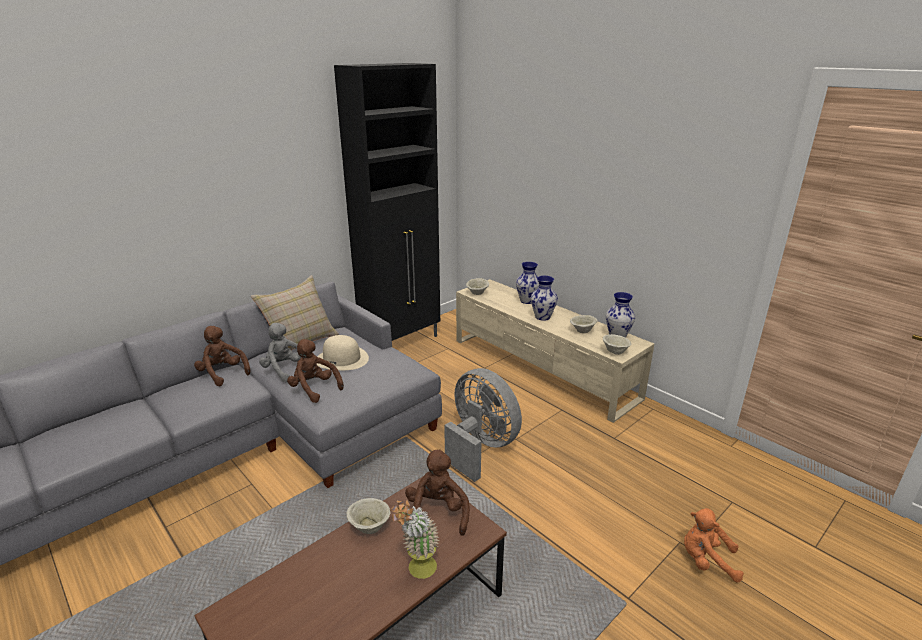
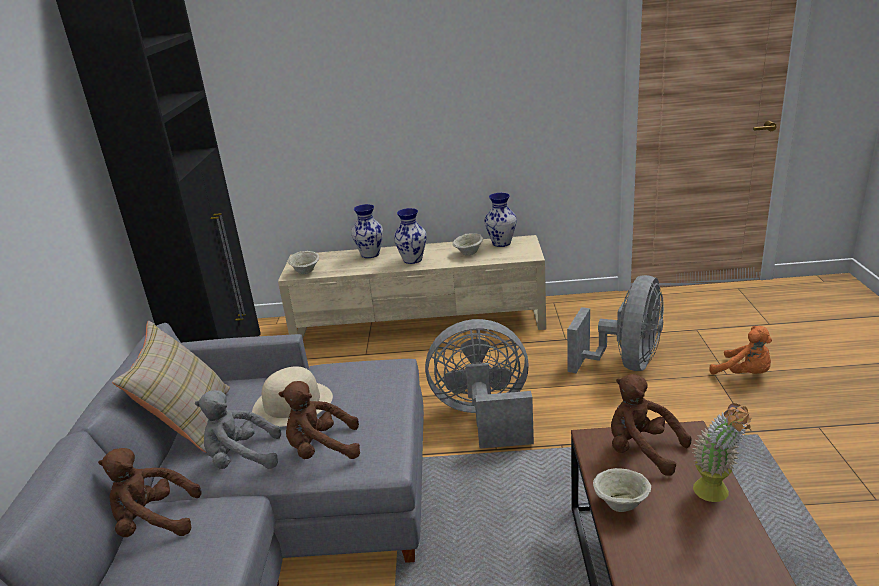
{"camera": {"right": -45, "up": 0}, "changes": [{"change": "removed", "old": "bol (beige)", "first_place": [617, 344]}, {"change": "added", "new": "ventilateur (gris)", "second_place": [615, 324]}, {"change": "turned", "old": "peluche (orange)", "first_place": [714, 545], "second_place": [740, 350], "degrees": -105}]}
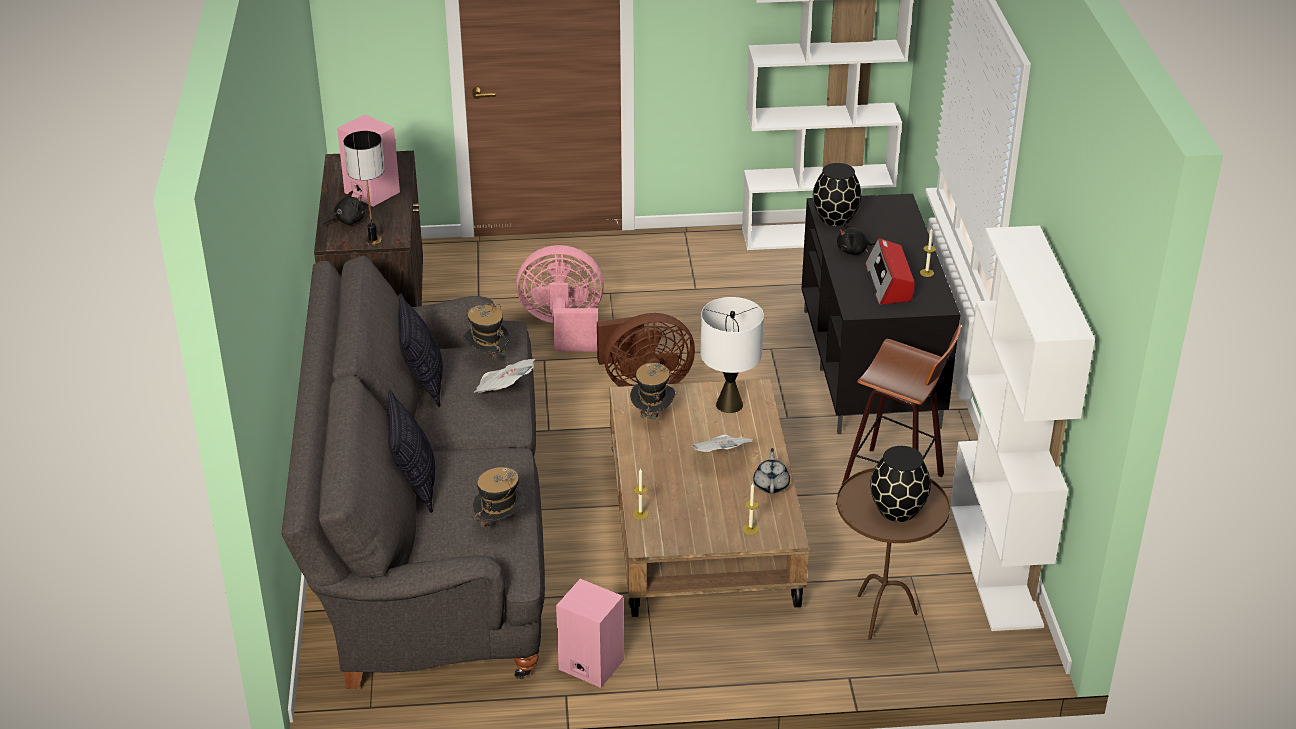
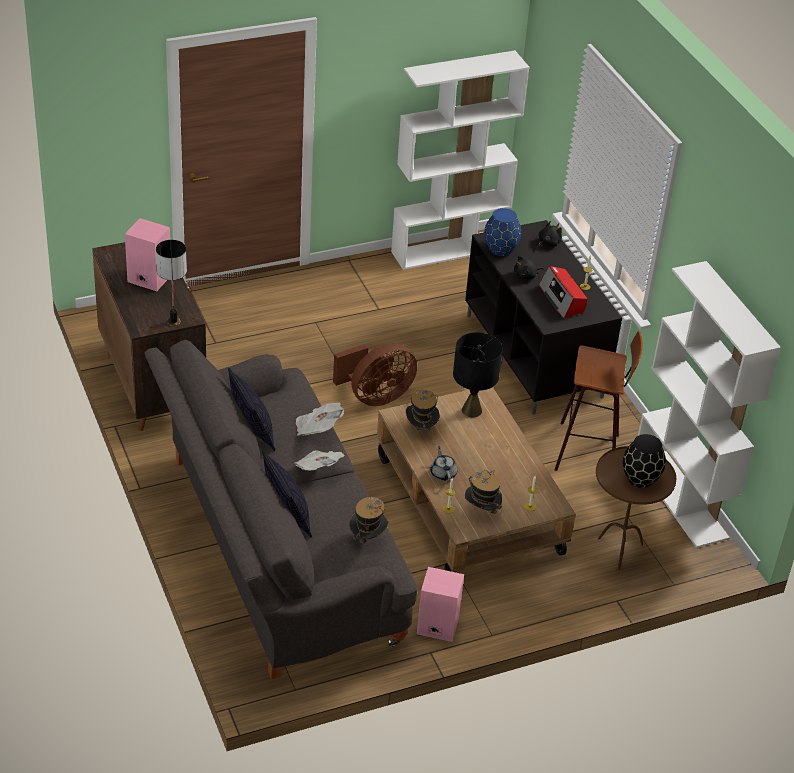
{"camera": {"right": -20, "up": 5}, "changes": [{"change": "removed", "old": "ventilateur (rose)", "first_place": [560, 298]}, {"change": "moved", "old": "peluche (noir)", "first_place": [344, 208], "second_place": [549, 235]}, {"change": "moved", "old": "chapeau", "first_place": [486, 333], "second_place": [483, 492]}, {"change": "moved", "old": "journal", "first_place": [722, 443], "second_place": [319, 460]}, {"change": "moved", "old": "théière (gris)", "first_place": [771, 471], "second_place": [444, 463]}, {"change": "recoloured", "old": "lampe de table (blanc)", "new": "lampe de table (noir)", "first_place": [732, 355], "second_place": [478, 374]}, {"change": "recoloured", "old": "vase (noir)", "new": "vase (bleu)", "first_place": [837, 194], "second_place": [502, 232]}]}
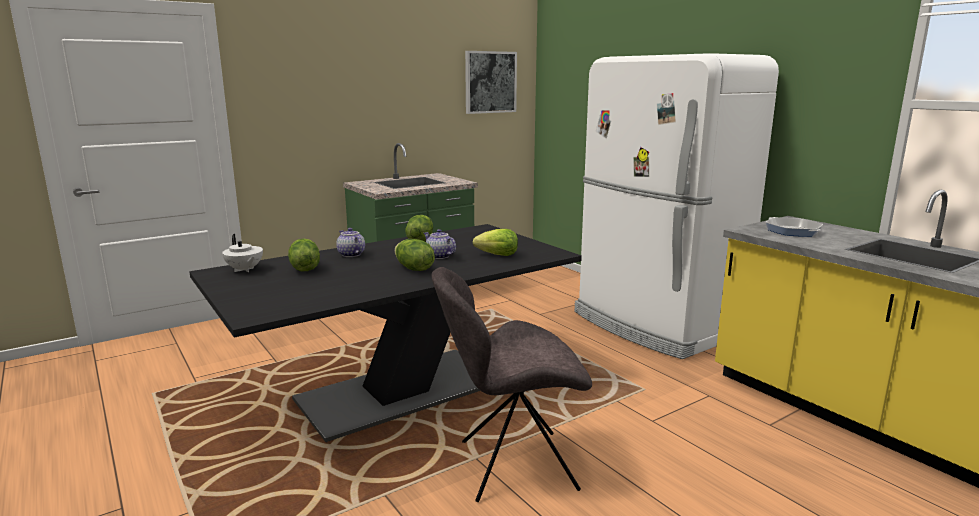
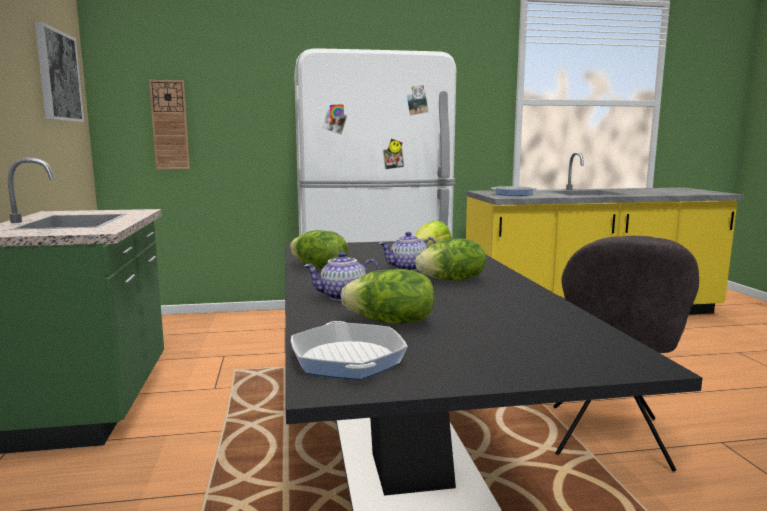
{"camera": {"right": -65, "up": -5}, "changes": [{"change": "added", "new": "horloge murale", "second_place": [169, 124]}, {"change": "replaced", "old": "théière (blanc)", "new": "poêle", "first_place": [242, 253], "second_place": [349, 350]}]}
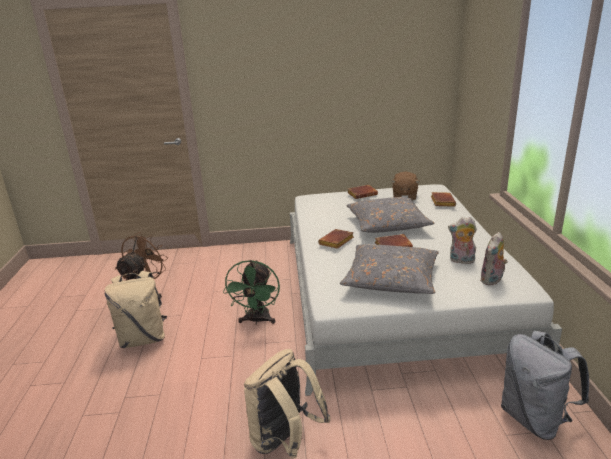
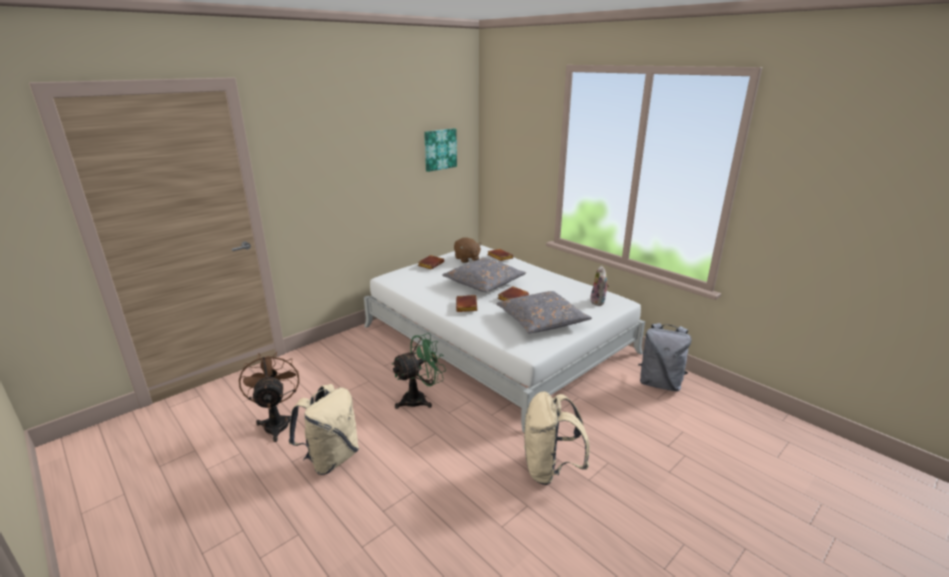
{"camera": {"right": -40, "up": 0}, "changes": [{"change": "removed", "old": "peluche", "first_place": [462, 240]}, {"change": "added", "new": "tableau", "second_place": [440, 150]}, {"change": "turned", "old": "ventilateur (vert)", "first_place": [251, 292], "second_place": [419, 371], "degrees": -90}]}
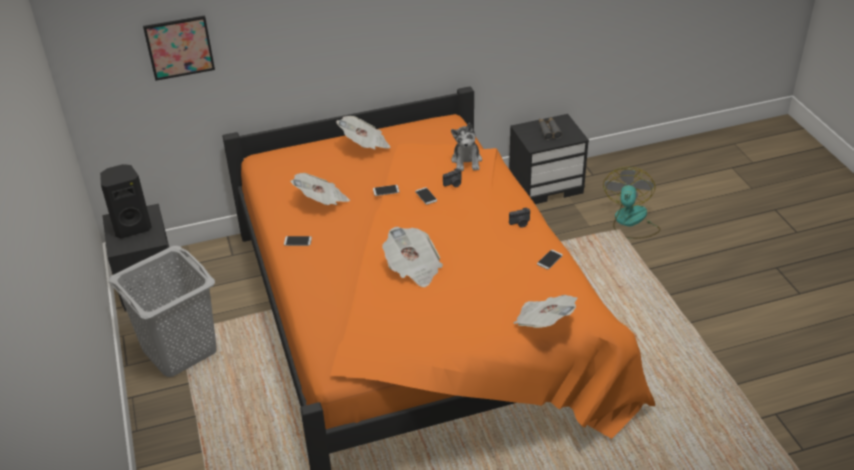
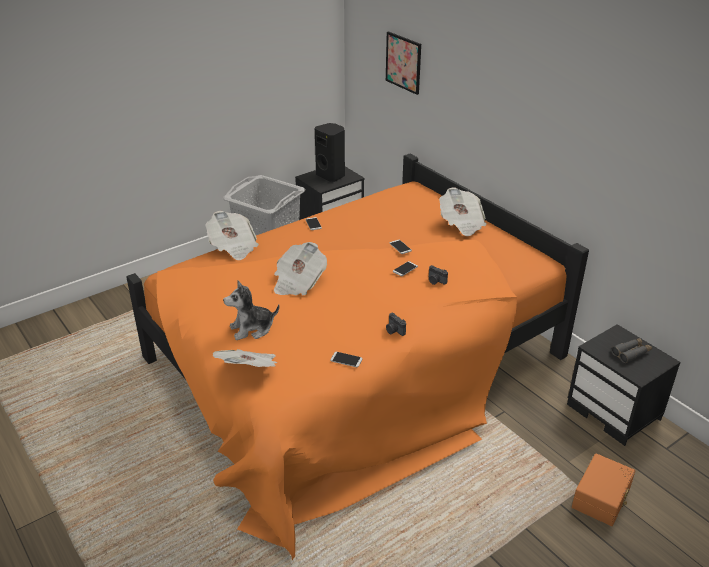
{"camera": {"right": 70, "up": -5}, "changes": [{"change": "moved", "old": "journal", "first_place": [320, 189], "second_place": [232, 235]}, {"change": "moved", "old": "peluche", "first_place": [466, 147], "second_place": [251, 310]}, {"change": "replaced", "old": "ventilateur", "new": "boîte de rangement (orange)", "first_place": [632, 203], "second_place": [603, 489]}]}
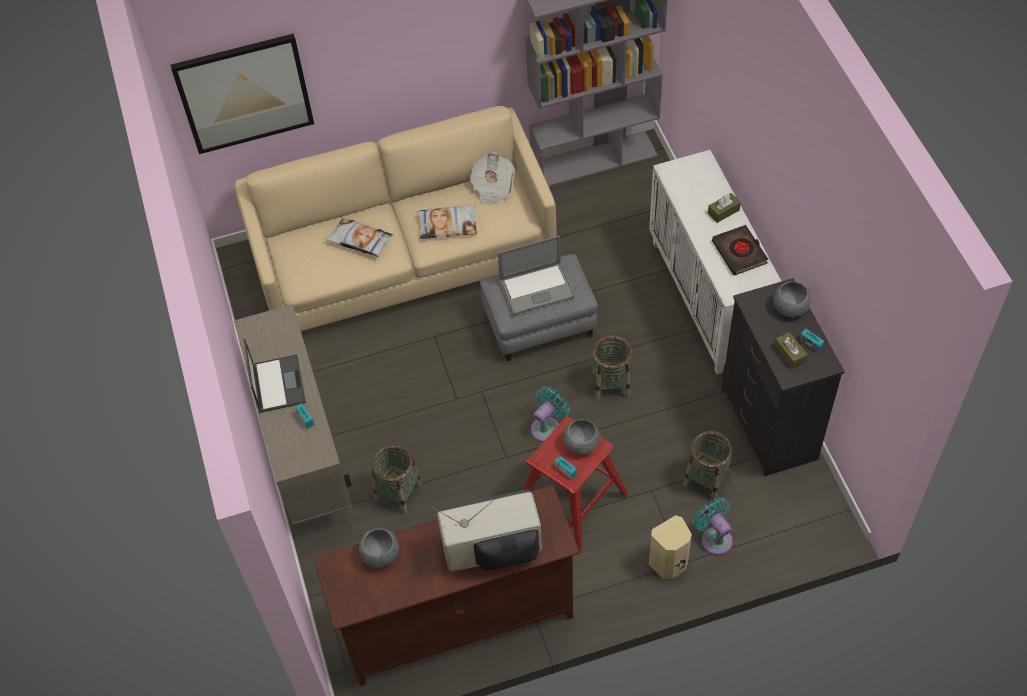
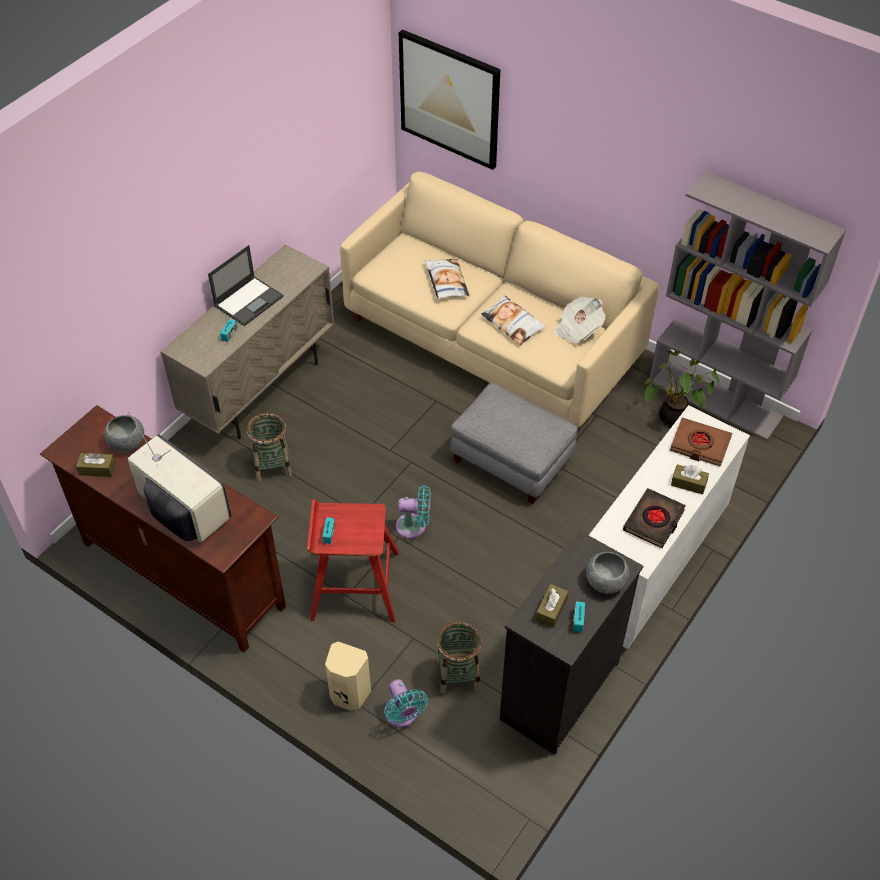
{"camera": {"right": 50, "up": -5}, "changes": [{"change": "removed", "old": "ordinateur portable", "first_place": [536, 275]}, {"change": "removed", "old": "bol (gris)", "first_place": [581, 437]}, {"change": "removed", "old": "panier", "first_place": [612, 367]}, {"change": "added", "new": "boîte à mouchoirs (marron)", "second_place": [96, 465]}, {"change": "added", "new": "plante en pot", "second_place": [682, 389]}, {"change": "added", "new": "livre (marron)", "second_place": [701, 442]}, {"change": "turned", "old": "ventilateur (turquoise)", "first_place": [713, 526], "second_place": [406, 703], "degrees": 135}]}
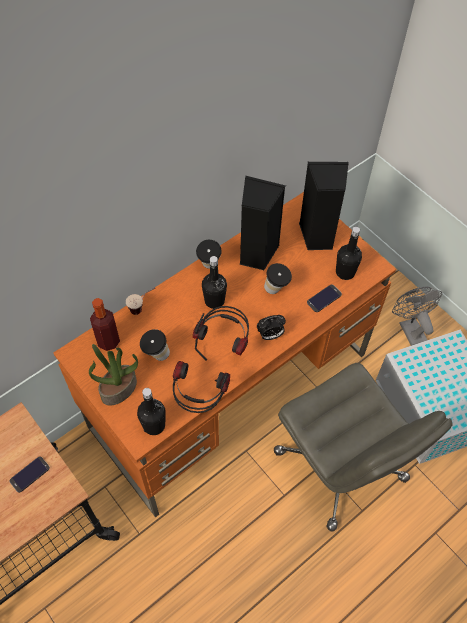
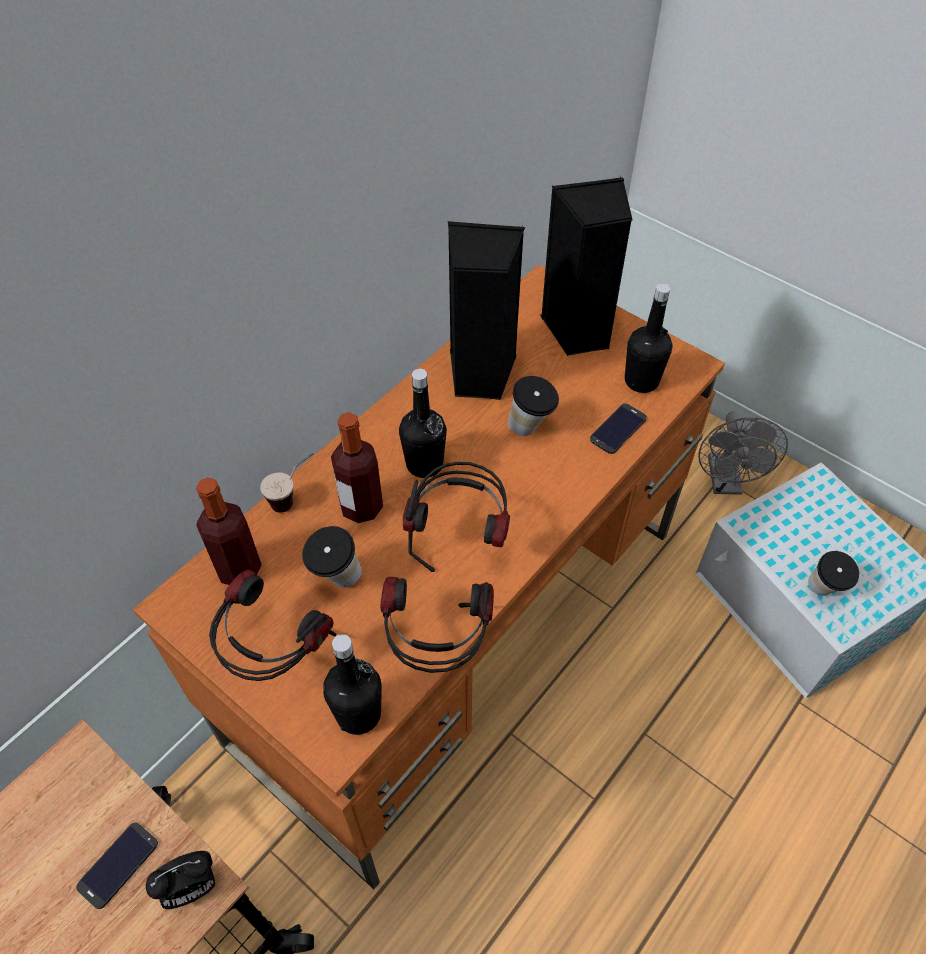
{"camera": {"right": -10, "up": -5}, "changes": [{"change": "removed", "old": "chaise de bureau (gris)", "first_place": [363, 447]}, {"change": "added", "new": "bouteille", "second_place": [357, 467]}, {"change": "moved", "old": "tasse", "first_place": [209, 254], "second_place": [833, 573]}, {"change": "moved", "old": "réveil", "first_place": [271, 327], "second_place": [180, 880]}, {"change": "replaced", "old": "plante en pot", "new": "casque audio", "first_place": [113, 375], "second_place": [273, 625]}, {"change": "turned", "old": "ventilateur (gris)", "first_place": [417, 316], "second_place": [743, 453], "degrees": -150}]}
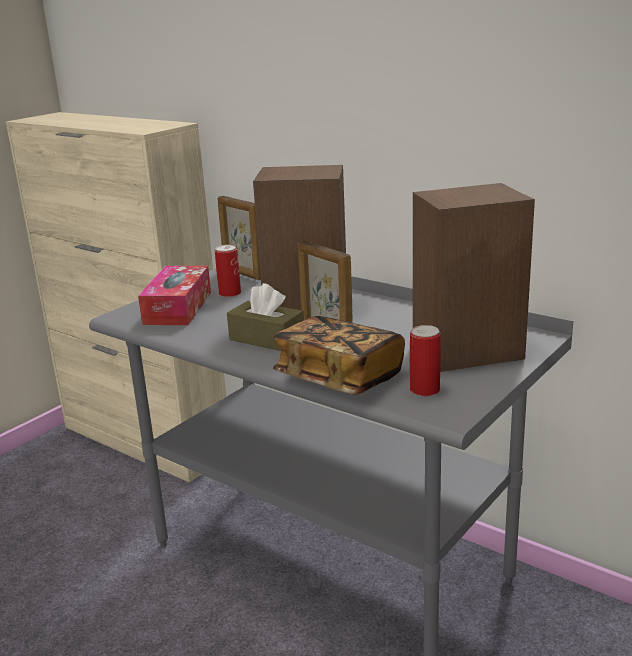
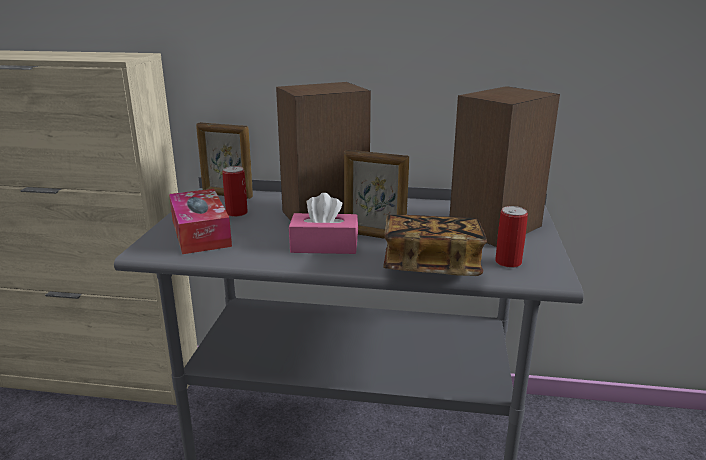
{"camera": {"right": -30, "up": 0}, "changes": [{"change": "recoloured", "old": "boîte à mouchoirs (marron)", "new": "boîte à mouchoirs (rose)", "first_place": [265, 317], "second_place": [323, 223]}]}
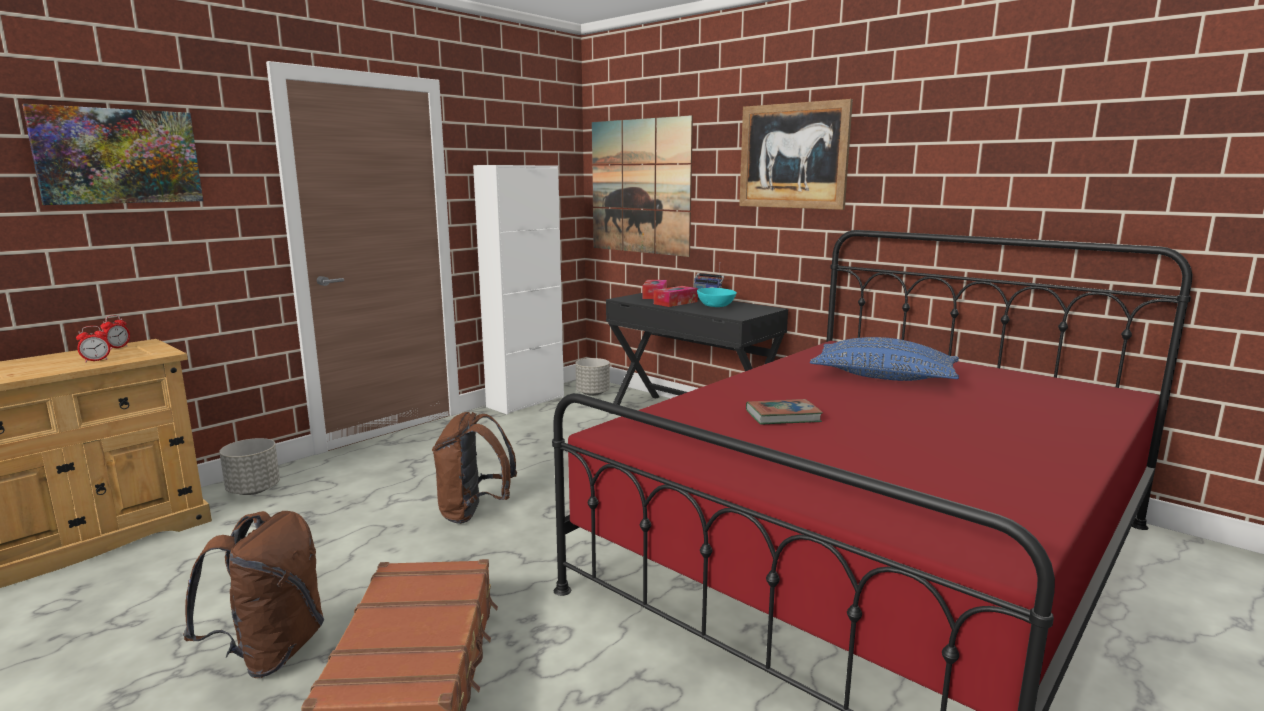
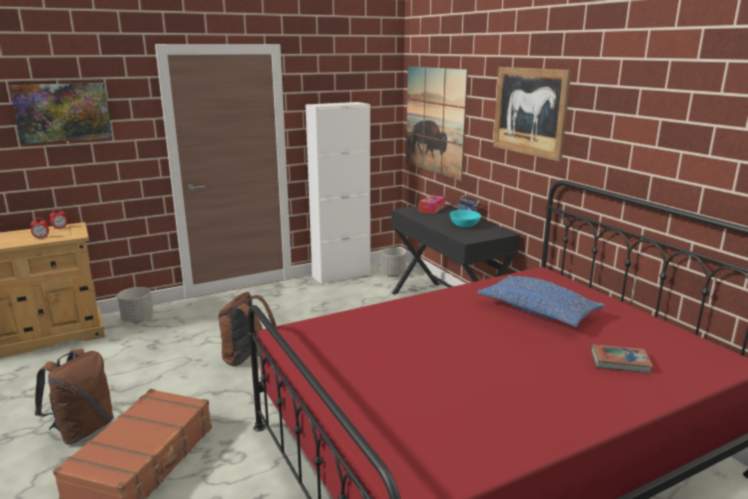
{"camera": {"right": 20, "up": 5}, "changes": [{"change": "removed", "old": "boîte à mouchoirs", "first_place": [676, 296]}, {"change": "moved", "old": "livre", "first_place": [784, 412], "second_place": [622, 359]}]}
